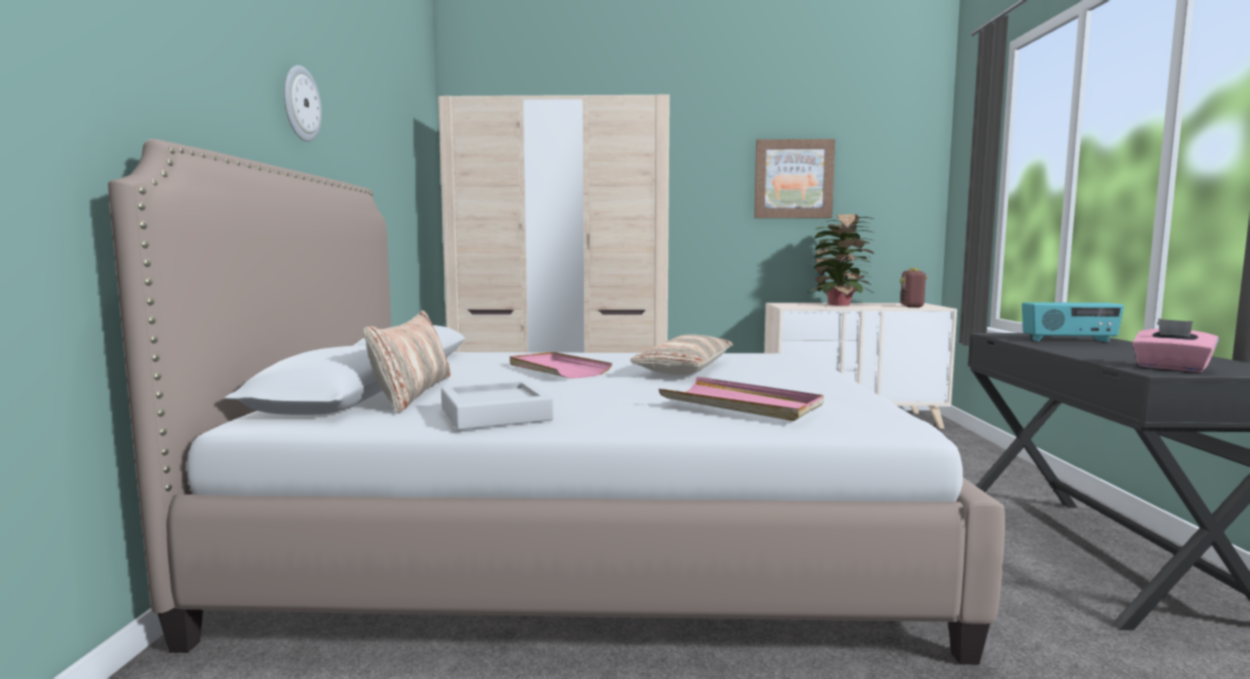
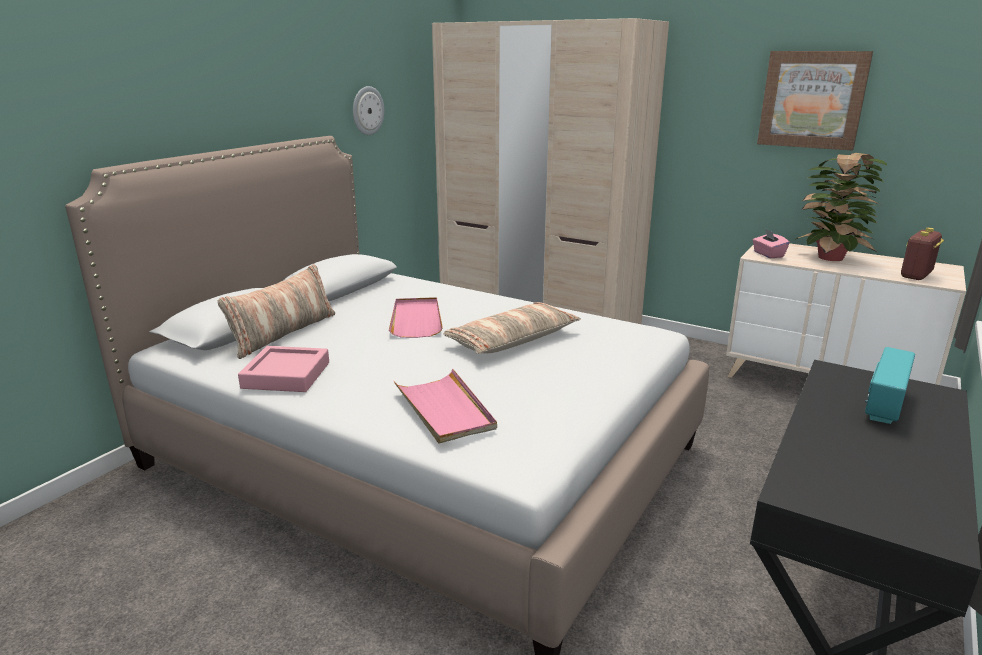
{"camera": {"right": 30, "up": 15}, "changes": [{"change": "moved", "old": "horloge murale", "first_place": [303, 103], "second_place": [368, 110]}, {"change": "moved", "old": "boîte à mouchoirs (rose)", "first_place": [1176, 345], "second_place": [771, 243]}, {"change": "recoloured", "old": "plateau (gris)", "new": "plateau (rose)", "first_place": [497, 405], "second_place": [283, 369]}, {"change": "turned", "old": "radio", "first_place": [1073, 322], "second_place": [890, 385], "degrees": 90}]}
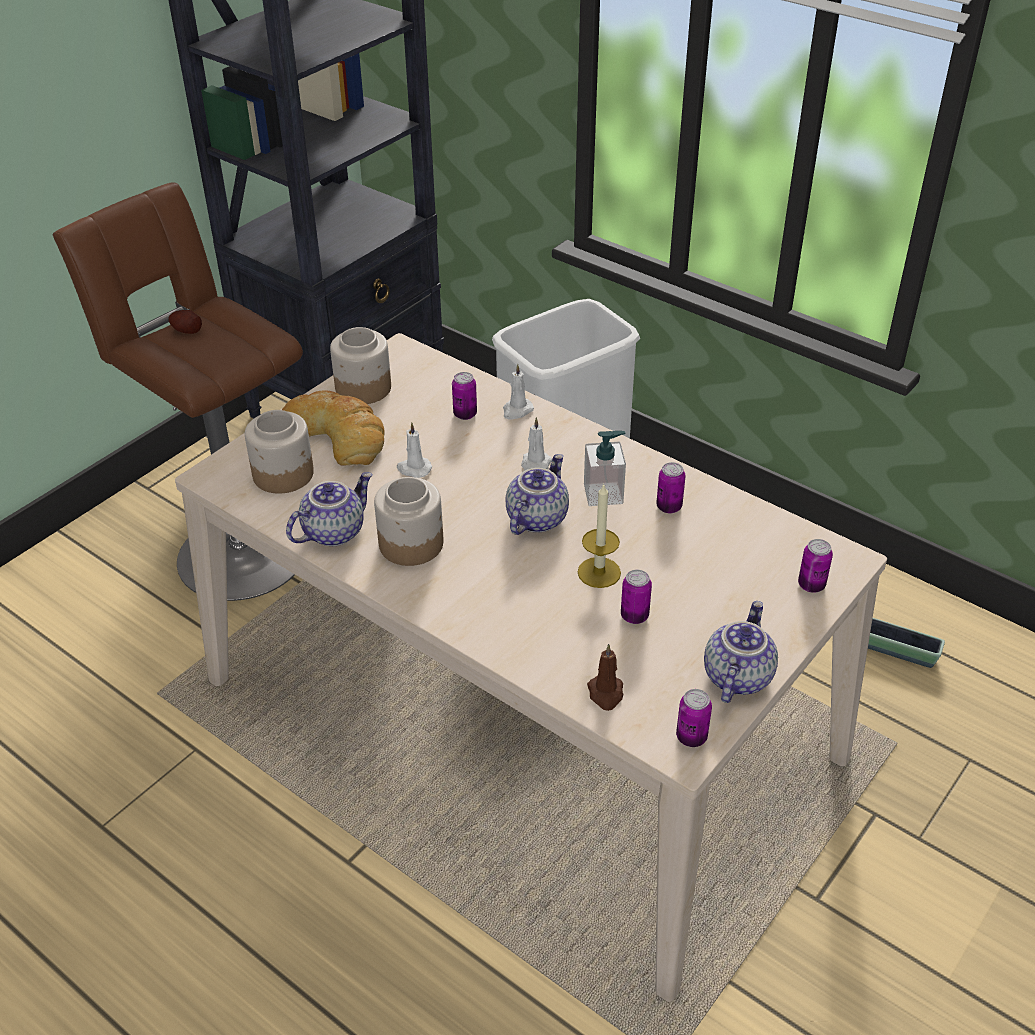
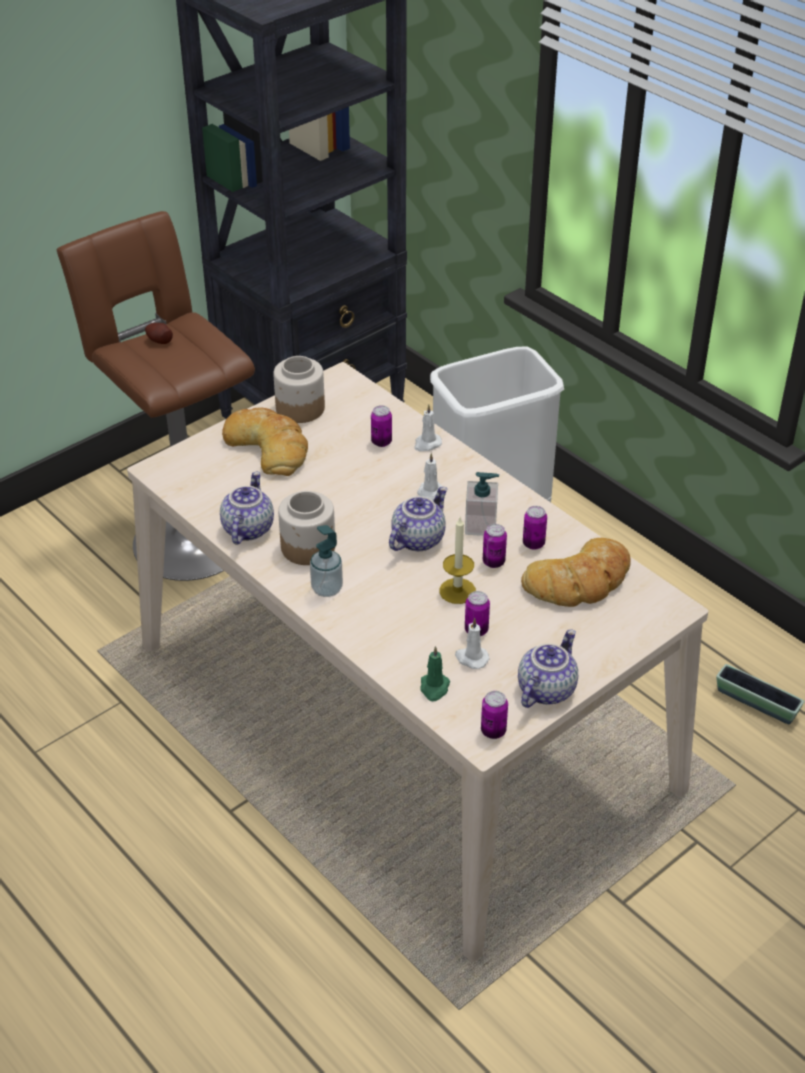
{"camera": {"right": 10, "up": 0}, "changes": [{"change": "removed", "old": "bocal", "first_place": [279, 452]}, {"change": "added", "new": "distributeur de savon", "second_place": [326, 561]}, {"change": "added", "new": "pain", "second_place": [576, 572]}, {"change": "moved", "old": "bougie (blanc)", "first_place": [414, 450], "second_place": [472, 643]}, {"change": "moved", "old": "boîte métallique", "first_place": [815, 566], "second_place": [495, 546]}, {"change": "recoloured", "old": "bougie (marron)", "new": "bougie (vert)", "first_place": [605, 677], "second_place": [435, 673]}, {"change": "turned", "old": "théière", "first_place": [329, 509], "second_place": [247, 508], "degrees": -45}]}
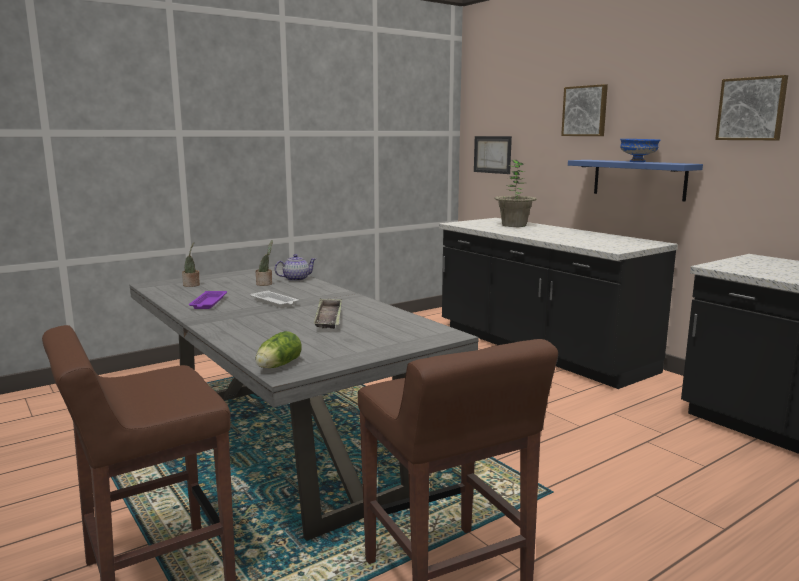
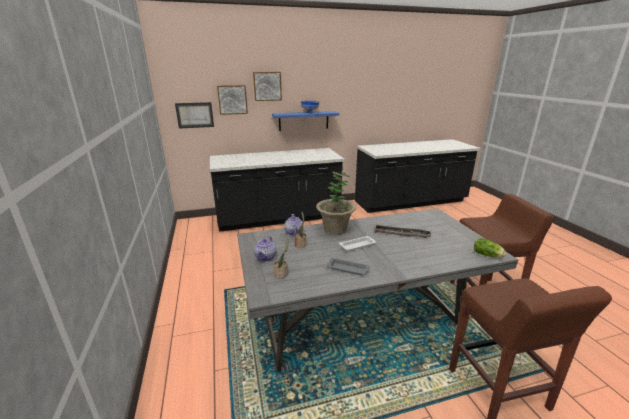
{"camera": {"right": -70, "up": 10}, "changes": [{"change": "added", "new": "théière", "second_place": [265, 248]}, {"change": "moved", "old": "plante en pot", "first_place": [516, 193], "second_place": [336, 203]}, {"change": "moved", "old": "tableau", "first_place": [751, 107], "second_place": [232, 100]}, {"change": "recoloured", "old": "plateau (violet)", "new": "plateau (gris)", "first_place": [208, 300], "second_place": [348, 266]}]}
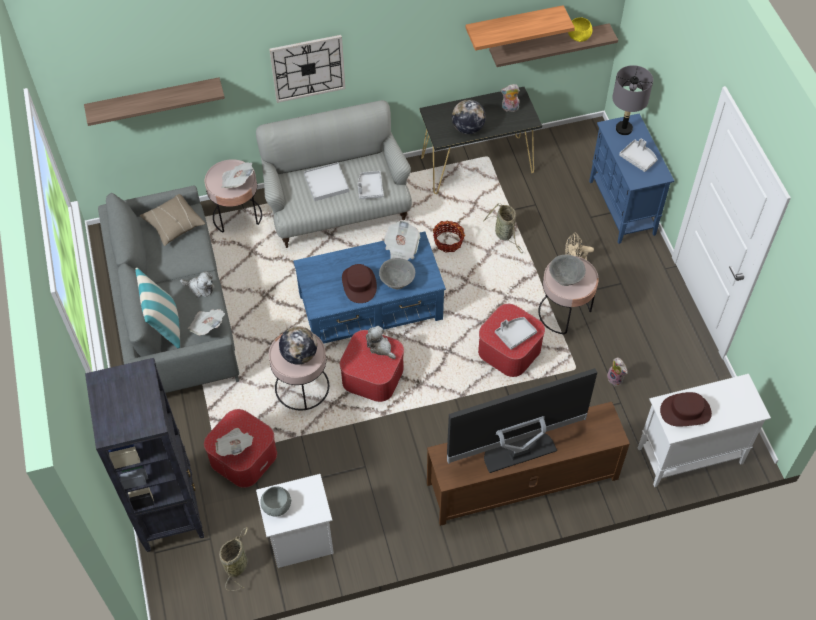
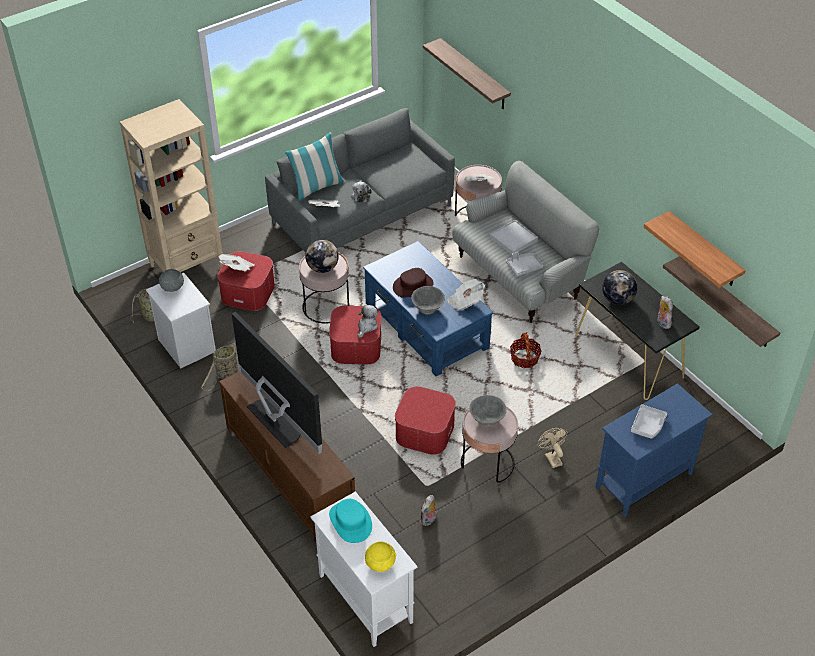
{"camera": {"right": 70, "up": -10}, "changes": [{"change": "removed", "old": "coussin (beige)", "first_place": [172, 220]}, {"change": "removed", "old": "horloge murale", "first_place": [307, 69]}, {"change": "removed", "old": "plateau (gris)", "first_place": [516, 333]}, {"change": "removed", "old": "lampe de table (gris)", "first_place": [632, 100]}, {"change": "moved", "old": "panier", "first_place": [503, 228], "second_place": [219, 367]}, {"change": "moved", "old": "bol (jaune)", "first_place": [580, 29], "second_place": [380, 557]}, {"change": "recoloured", "old": "bibliothèque (noir)", "new": "bibliothèque (beige)", "first_place": [144, 455], "second_place": [171, 185]}, {"change": "recoloured", "old": "chapeau (marron)", "new": "chapeau (turquoise)", "first_place": [686, 409], "second_place": [350, 521]}]}
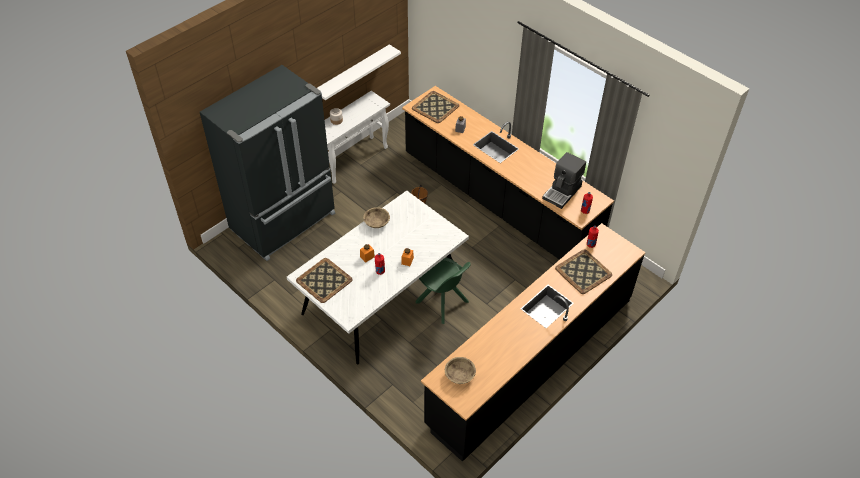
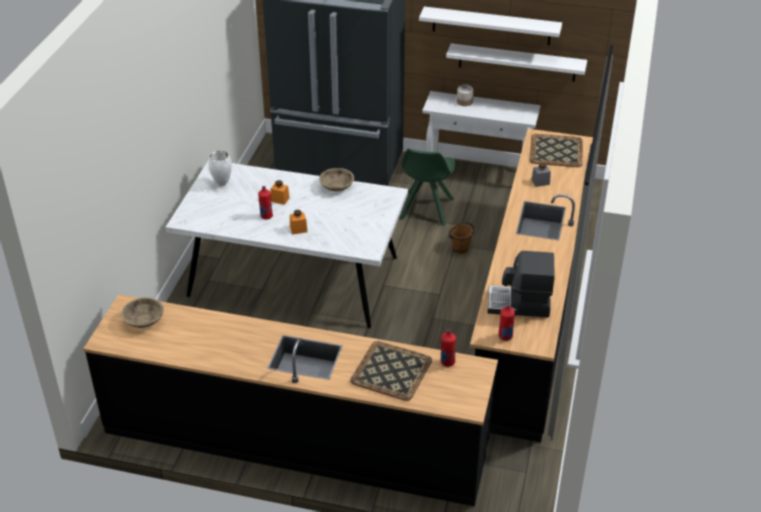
{"camera": {"right": 60, "up": -10}, "changes": [{"change": "added", "new": "étagère (blanc)", "second_place": [490, 26]}, {"change": "moved", "old": "chaise (vert)", "first_place": [443, 290], "second_place": [427, 187]}, {"change": "replaced", "old": "plateau", "new": "vase (blanc)", "first_place": [324, 280], "second_place": [220, 168]}]}
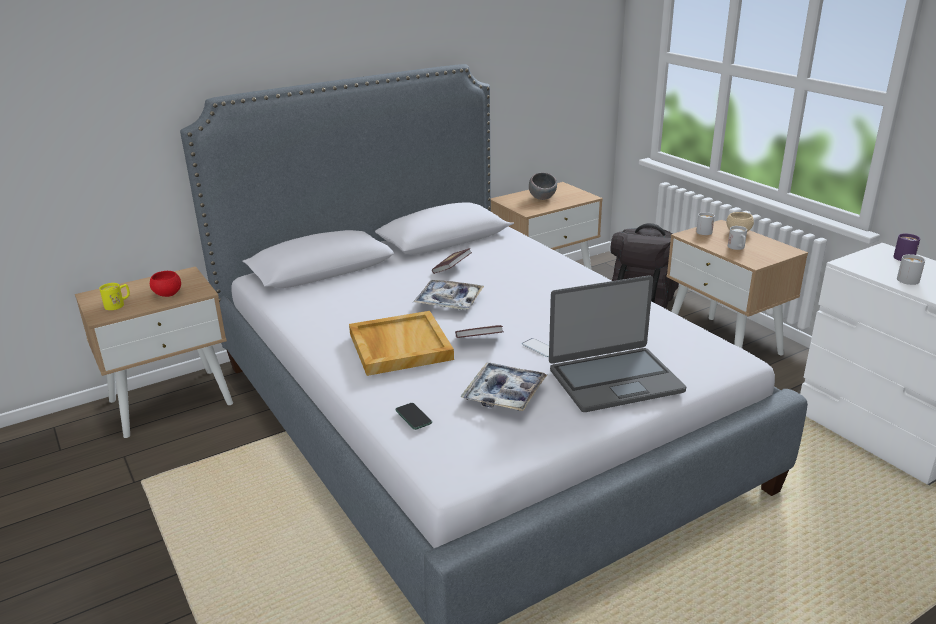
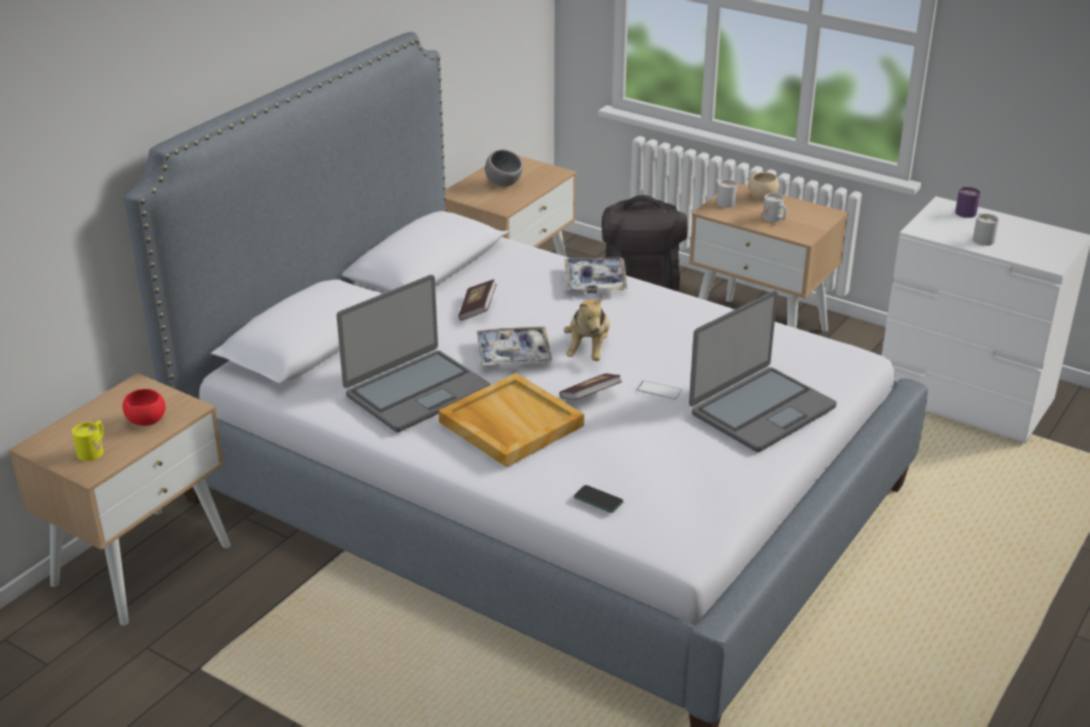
{"camera": {"right": -25, "up": 5}, "changes": [{"change": "added", "new": "ordinateur portable", "second_place": [413, 353]}, {"change": "added", "new": "peluche", "second_place": [587, 328]}, {"change": "moved", "old": "plateau", "first_place": [504, 386], "second_place": [596, 275]}]}
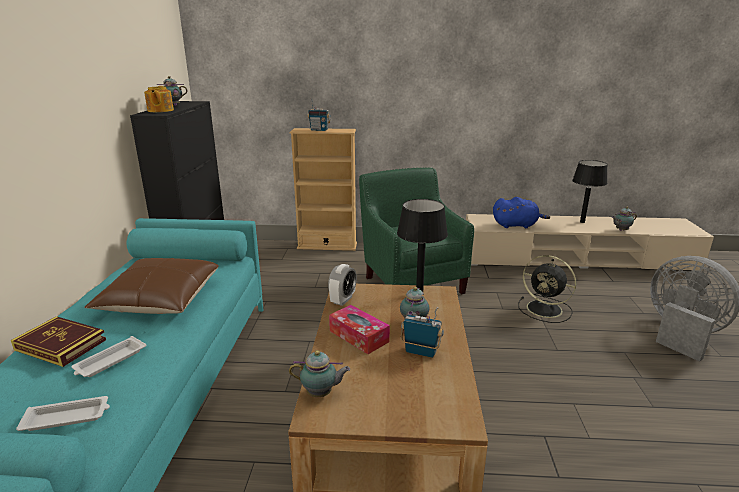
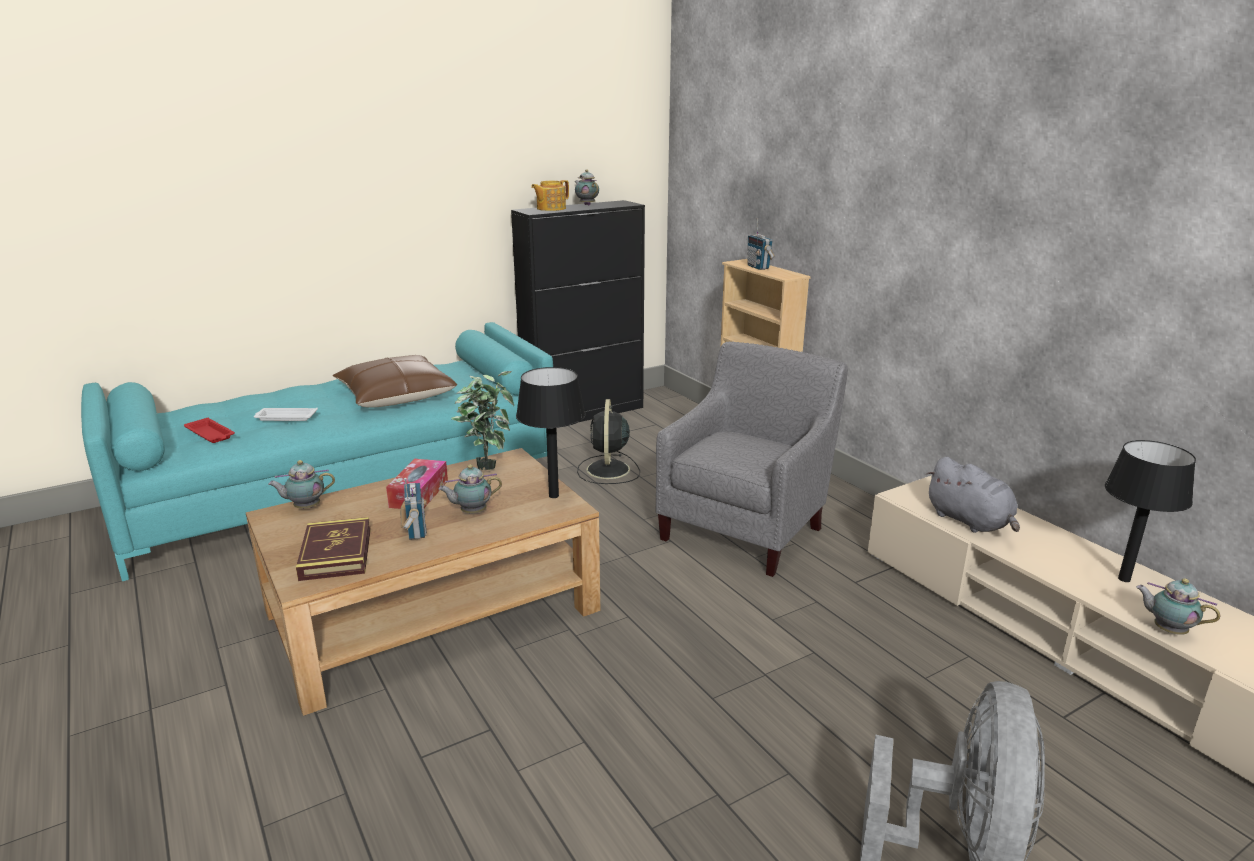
{"camera": {"right": 55, "up": 0}, "changes": [{"change": "moved", "old": "livre", "first_place": [58, 341], "second_place": [333, 549]}, {"change": "moved", "old": "ventilateur (noir)", "first_place": [547, 289], "second_place": [608, 441]}, {"change": "replaced", "old": "réveil", "new": "plante en pot", "first_place": [342, 285], "second_place": [482, 420]}, {"change": "recoloured", "old": "plateau (blanc)", "new": "plateau (rouge)", "first_place": [63, 413], "second_place": [209, 430]}, {"change": "recoloured", "old": "fauteuil (vert)", "new": "fauteuil (gris)", "first_place": [416, 231], "second_place": [752, 459]}, {"change": "recoloured", "old": "peluche (bleu)", "new": "peluche (gris)", "first_place": [521, 212], "second_place": [973, 495]}, {"change": "turned", "old": "théière", "first_place": [319, 373], "second_place": [301, 484], "degrees": 105}]}
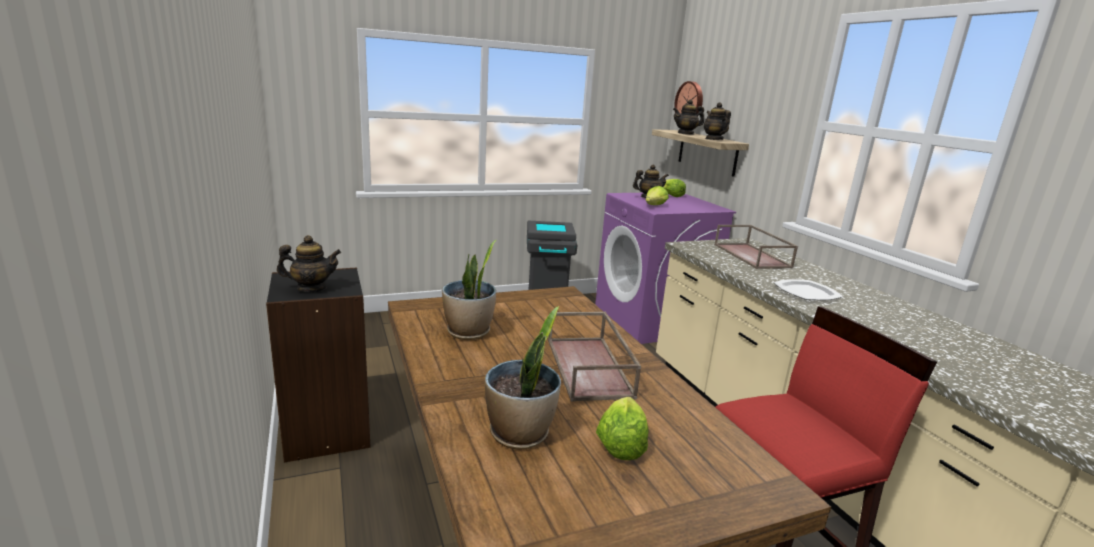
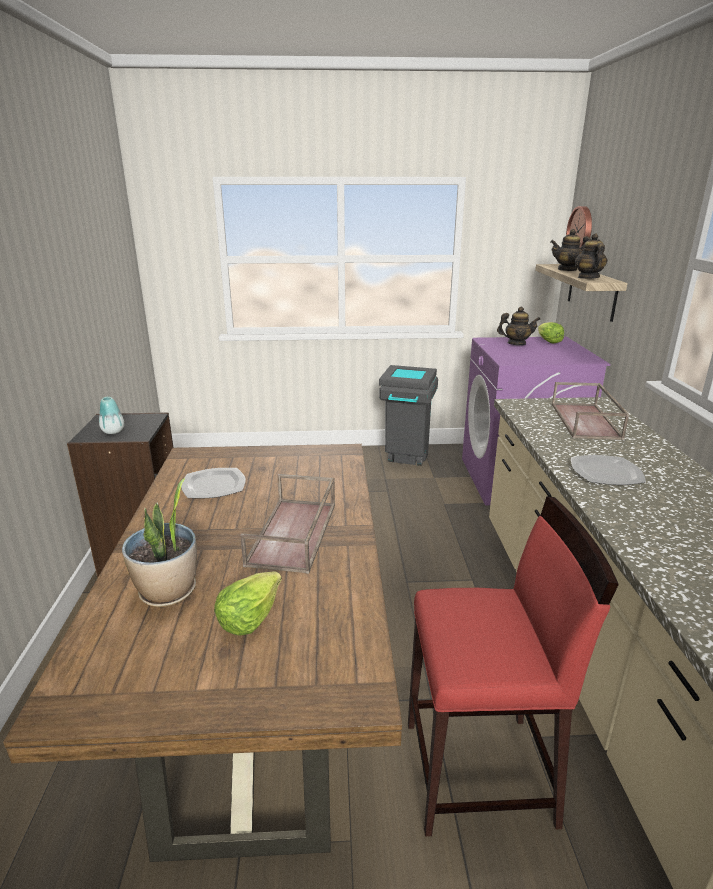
{"camera": {"right": 20, "up": 5}, "changes": [{"change": "removed", "old": "laitue", "first_place": [657, 195]}, {"change": "replaced", "old": "théière", "new": "vase", "first_place": [309, 263], "second_place": [111, 415]}, {"change": "replaced", "old": "plante en pot", "new": "assiette", "first_place": [469, 290], "second_place": [213, 483]}]}
